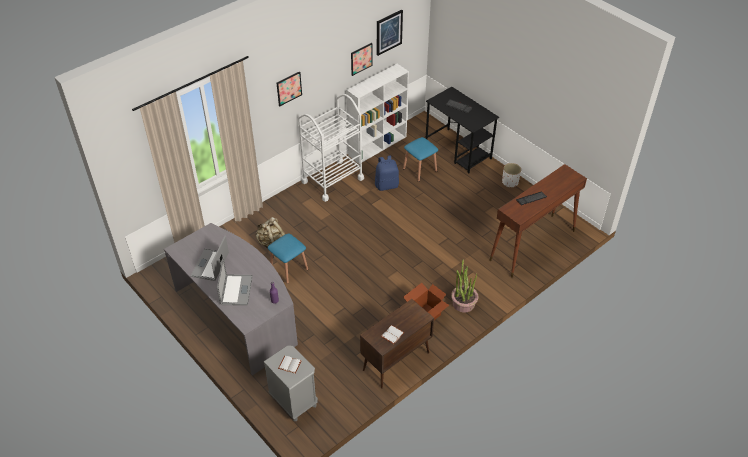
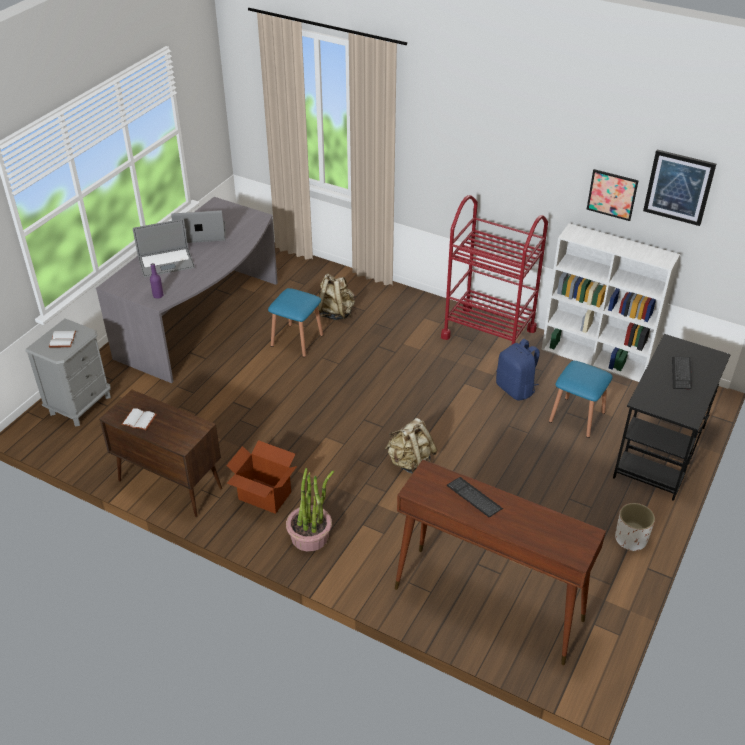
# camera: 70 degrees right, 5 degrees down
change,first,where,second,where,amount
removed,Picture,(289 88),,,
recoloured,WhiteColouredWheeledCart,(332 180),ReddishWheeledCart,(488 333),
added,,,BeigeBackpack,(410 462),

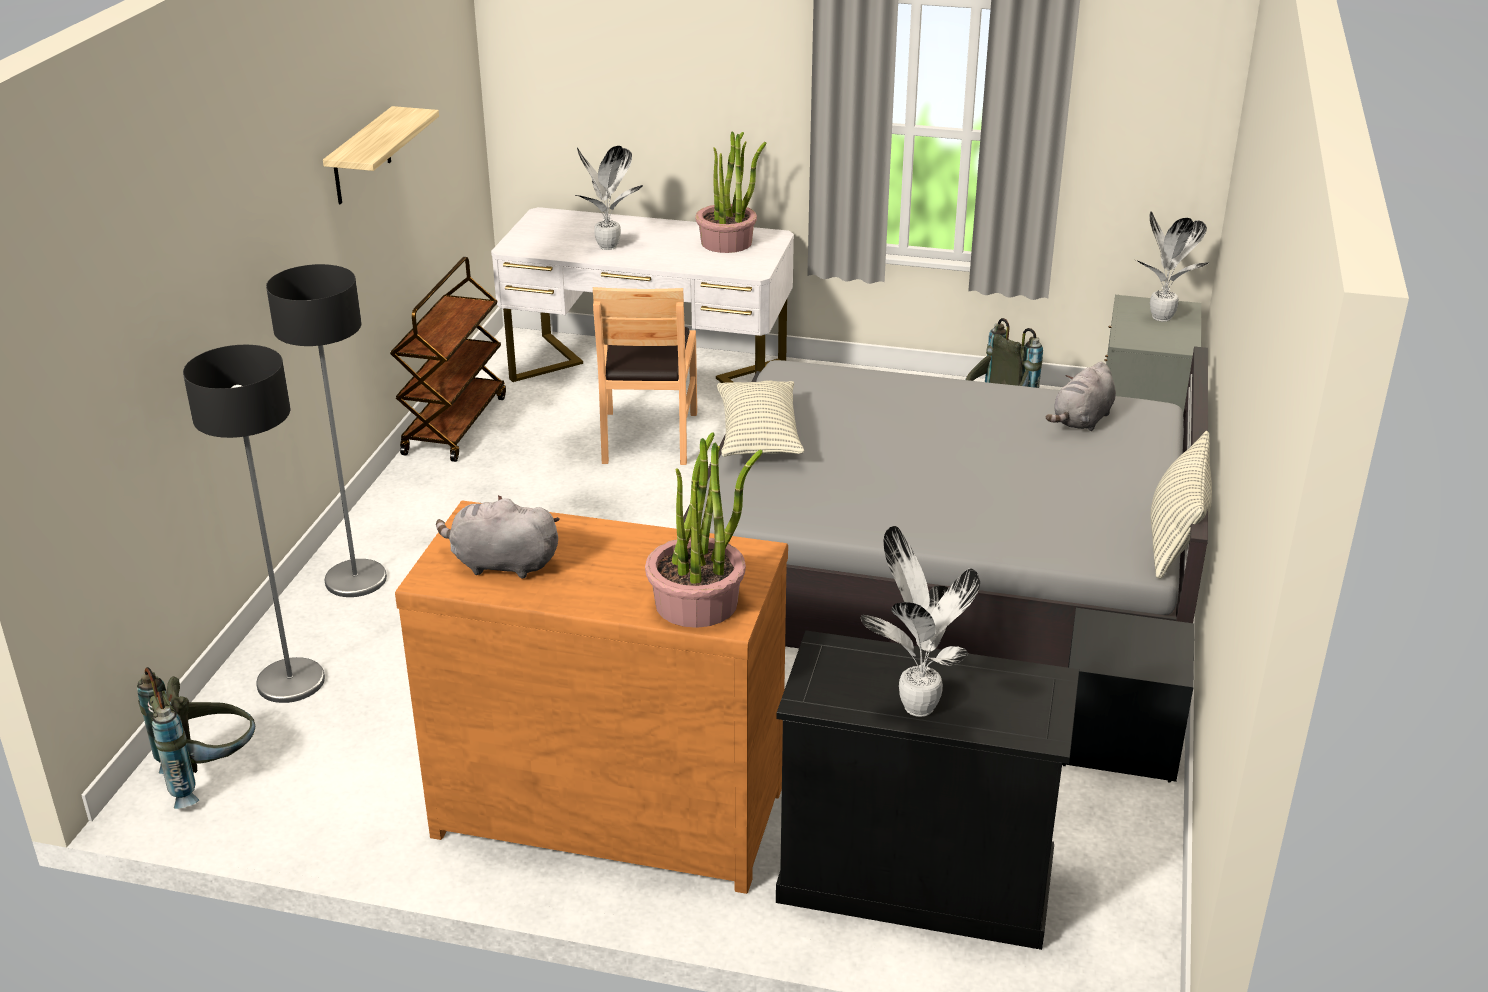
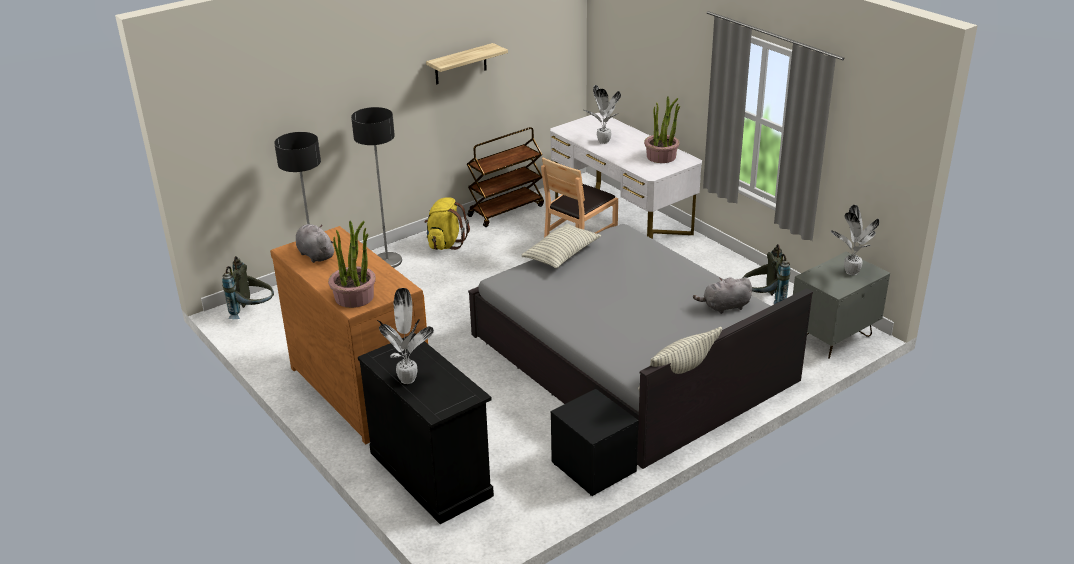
# camera: 40 degrees right, 0 degrees up
change,first,where,second,where,amount
added,,,YellowBackpack,(445 244),

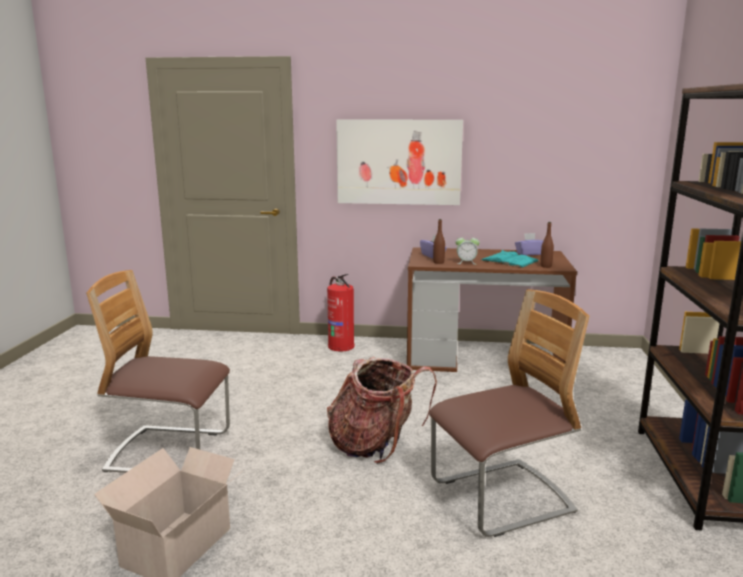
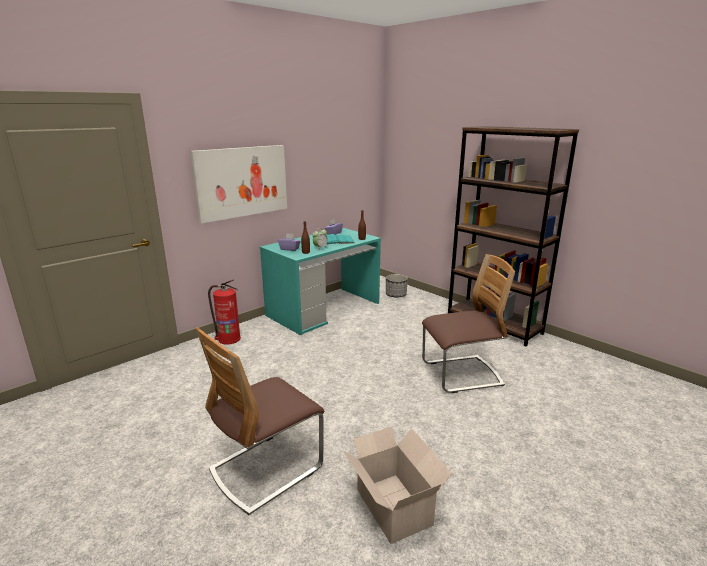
# camera: 50 degrees left, 5 degrees up
change,first,where,second,where,amount
recoloured,BrownDeskTable,(483 356),TurquoiseDeskTable,(323 309),
turned,PlainChair,(501 498),,(461 374),60 degrees clockwise
removed,Backpack,(376 445),,,
added,,,FlowerPot,(396 295),

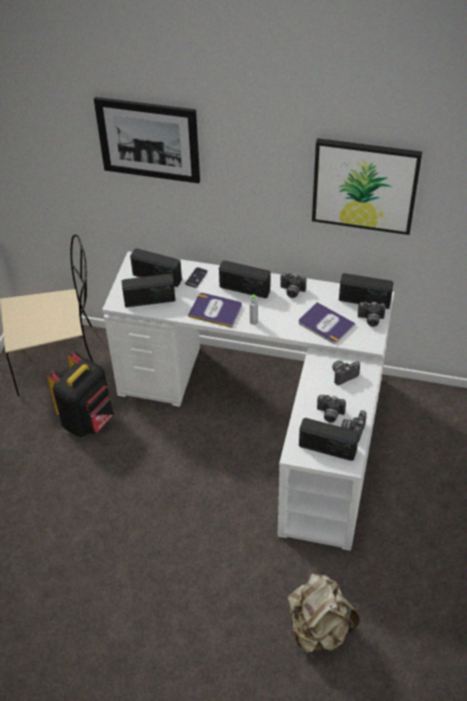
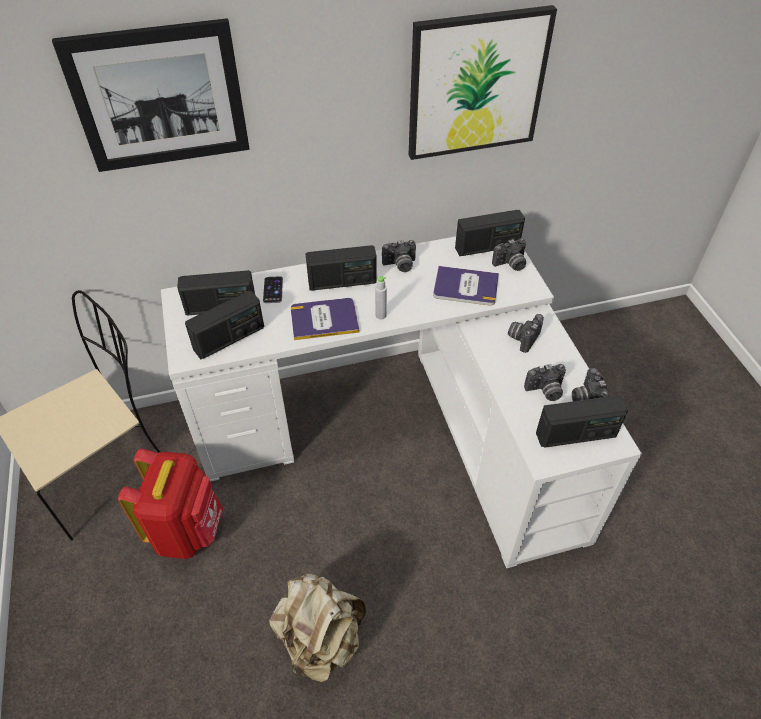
# camera: 30 degrees left, 0 degrees up
change,first,where,second,where,amount
recoloured,BlackColouredBackpack,(88 420),ReddishBackpack,(187 530),
moved,BeigeBackpack,(318 628),,(320 639),

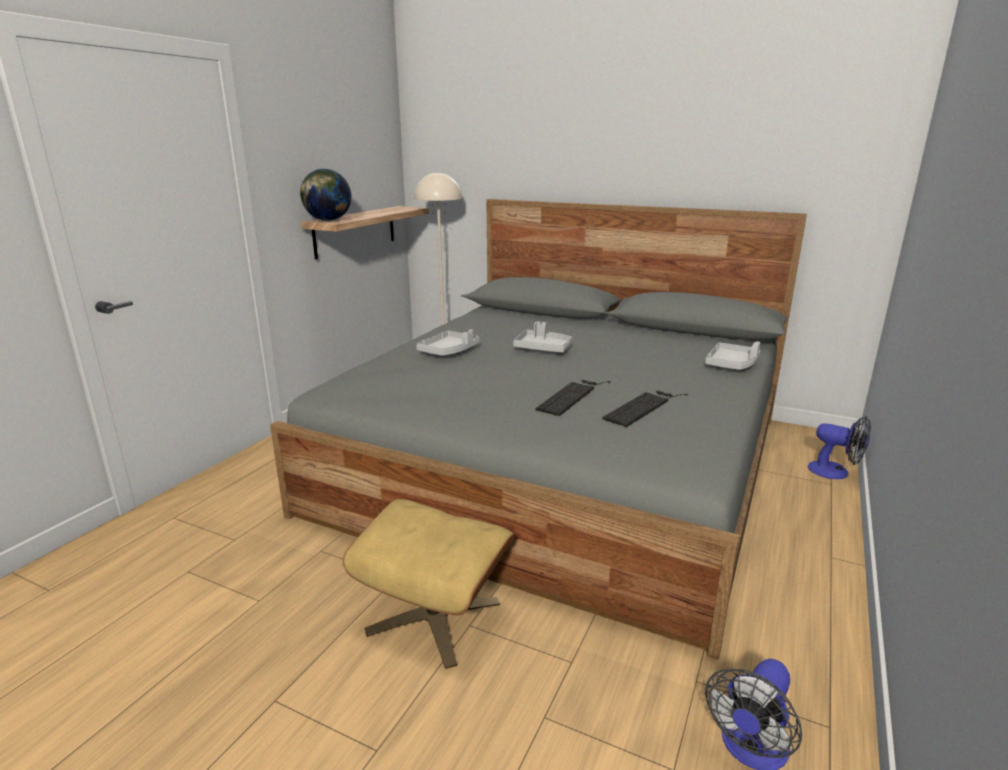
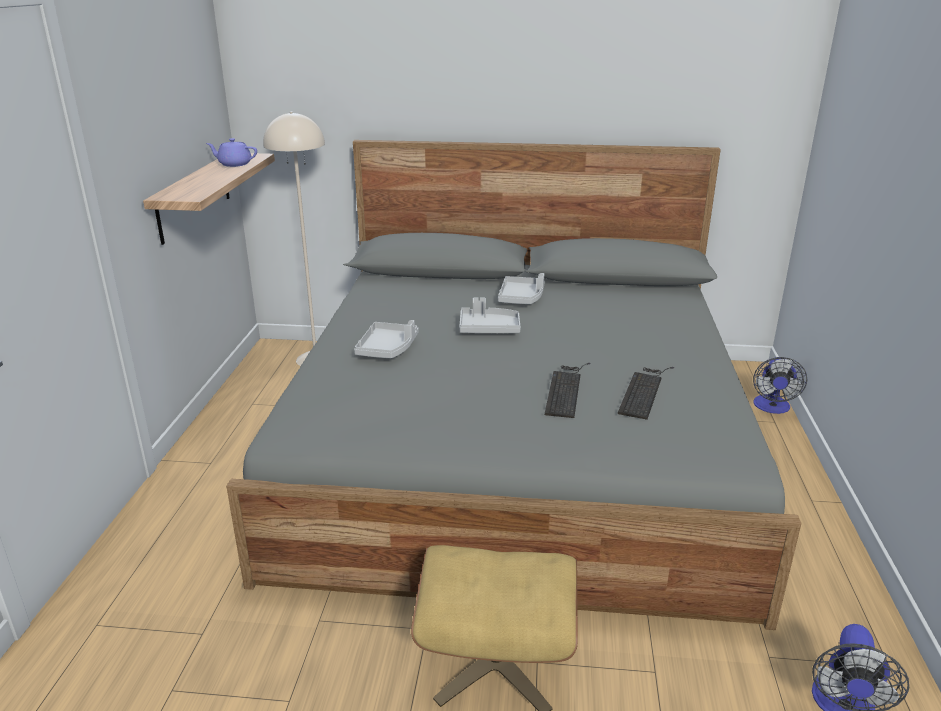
# camera: 20 degrees left, 5 degrees up
change,first,where,second,where,amount
removed,DeskGlobe,(328 220),,,
moved,GrayServingTray,(732 364),,(521 298),
turned,CoolingFan,(835 472),,(772 408),90 degrees clockwise
added,,,PurplePotForTea,(234 164),

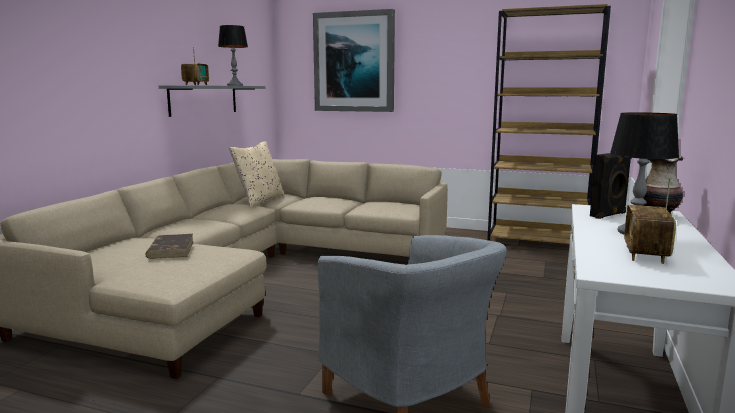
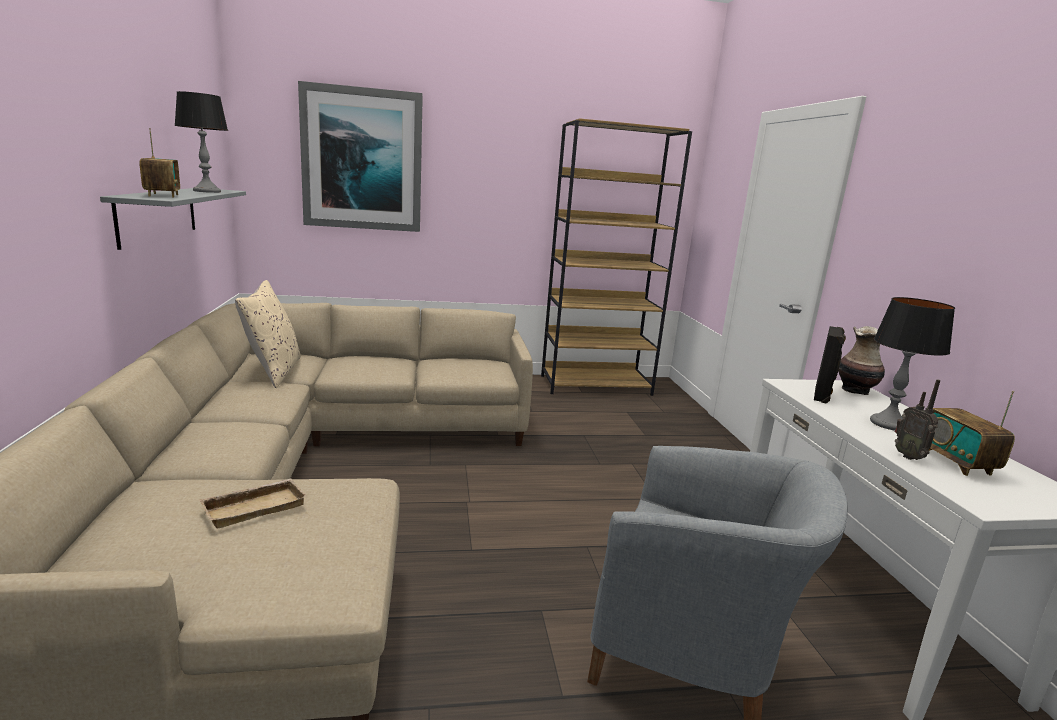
# camera: 30 degrees left, 5 degrees up
change,first,where,second,where,amount
replaced,BrownBoundBook,(171 249),BeigeServingTray,(255 507),
added,,,RadioSet,(909 456),

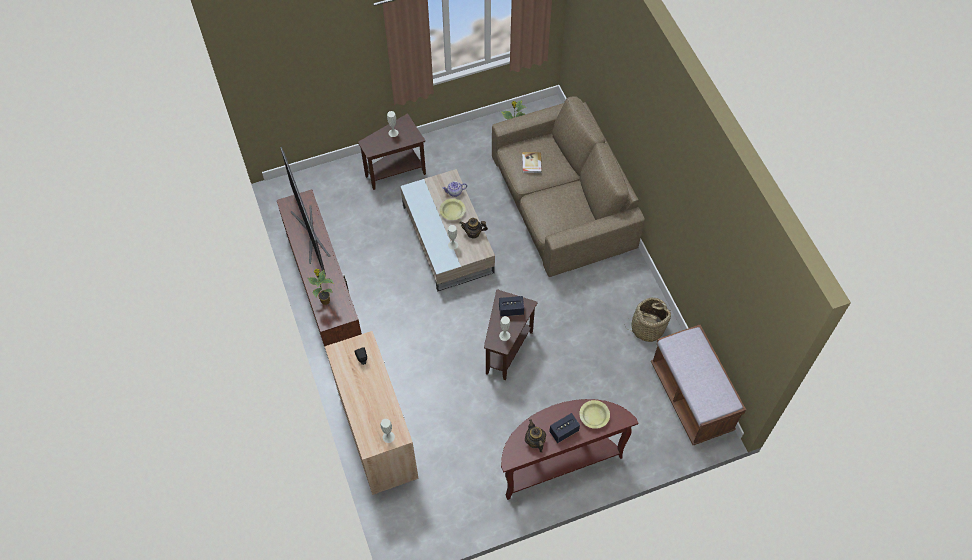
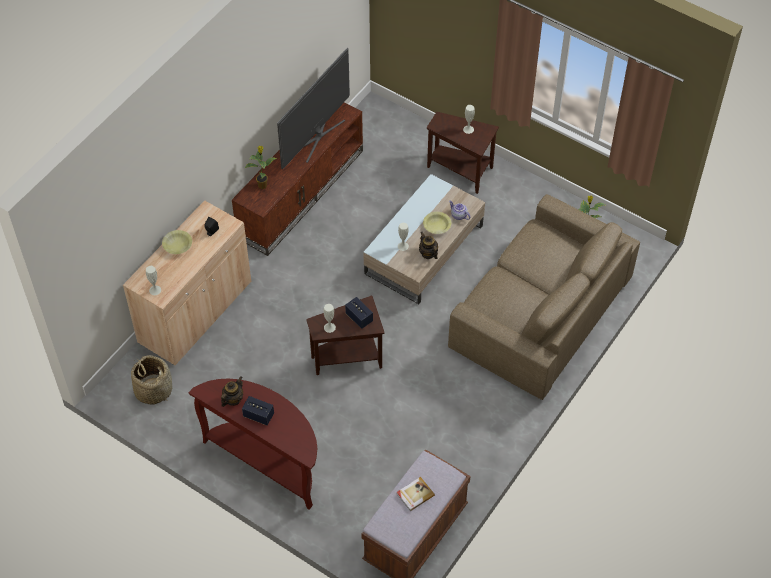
# camera: 55 degrees right, 5 degrees down
change,first,where,second,where,amount
moved,BoundBook,(531 163),,(415 494),
moved,HouseholdBasket,(647 328),,(153 390),
moved,YellowServingBowl,(594 416),,(177 245),

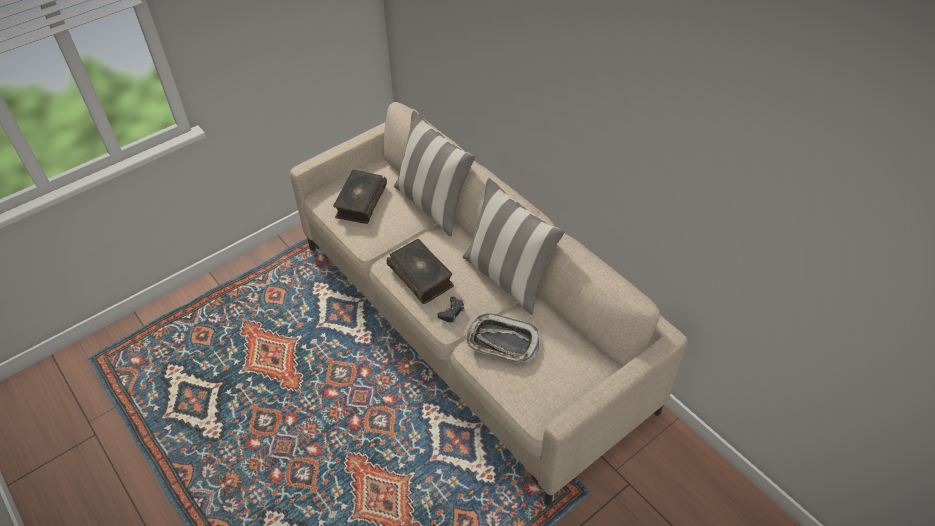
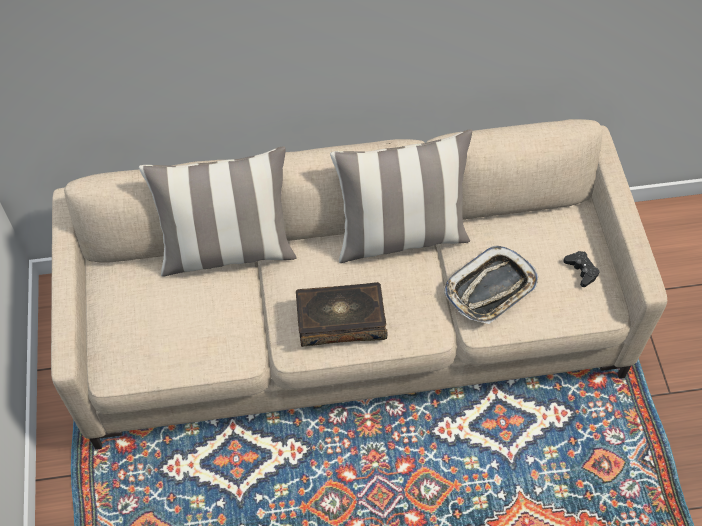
# camera: 60 degrees left, 10 degrees up
change,first,where,second,where,amount
removed,BoundBook,(360 202),,,
moved,BlackColouredJoypad,(452 312),,(581 270),

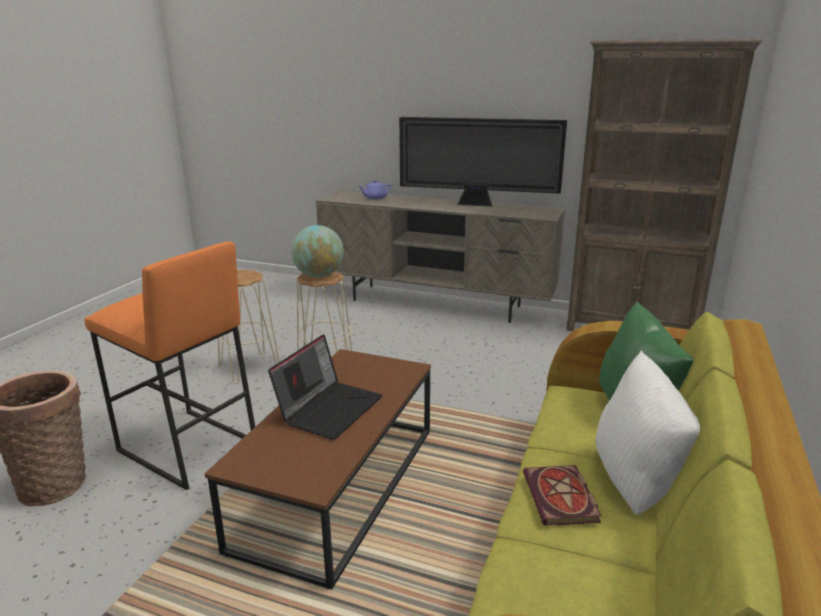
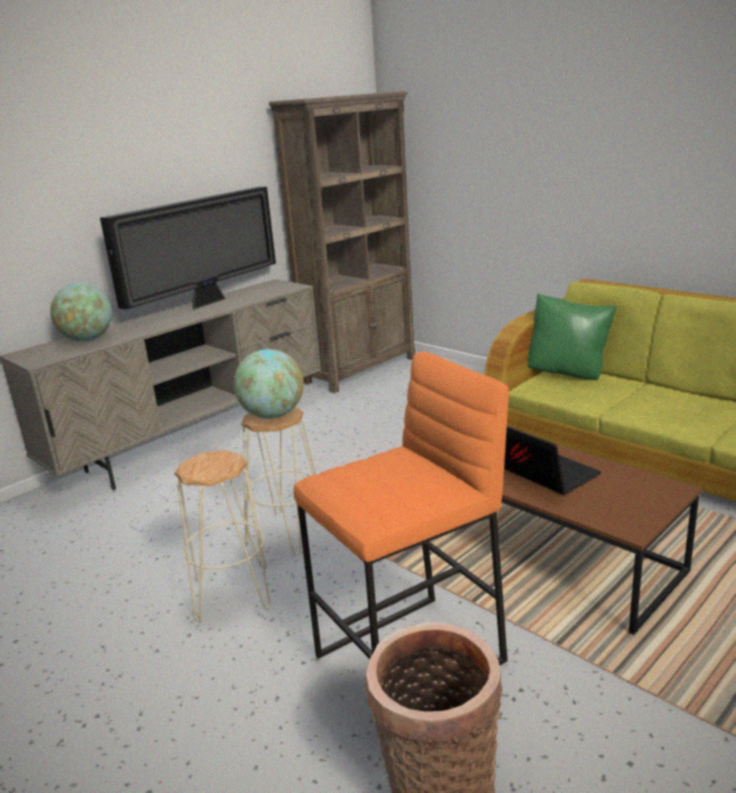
# camera: 65 degrees left, 0 degrees up
change,first,where,second,where,amount
replaced,PurplePotForTea,(375 198),DeskGlobe,(88 339),
removed,WhiteColouredCushion,(638 484),,,
removed,BoundBook,(562 499),,,

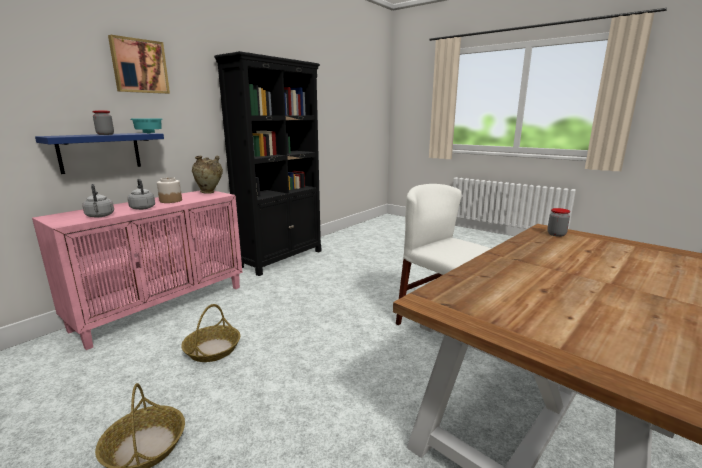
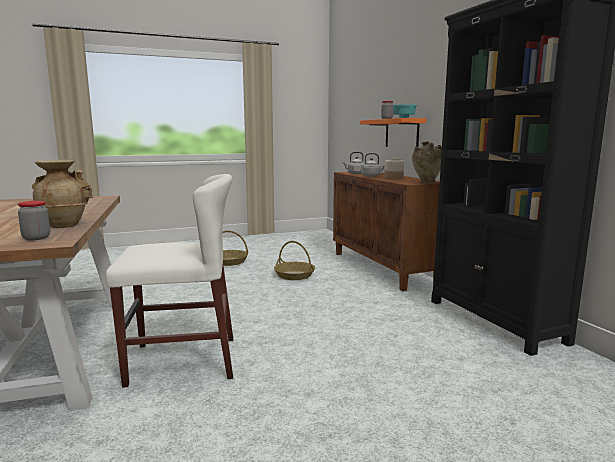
# camera: 120 degrees right, 5 degrees down
change,first,where,second,where,amount
removed,Picture,(139 66),,,
recoloured,BlueColouredShelf,(100 152),OrangeyShelf,(401 133),
recoloured,PinkColouredCupboard,(163 306),BrownCupboard,(383 268),
added,,,BeigeVase,(64 225),

